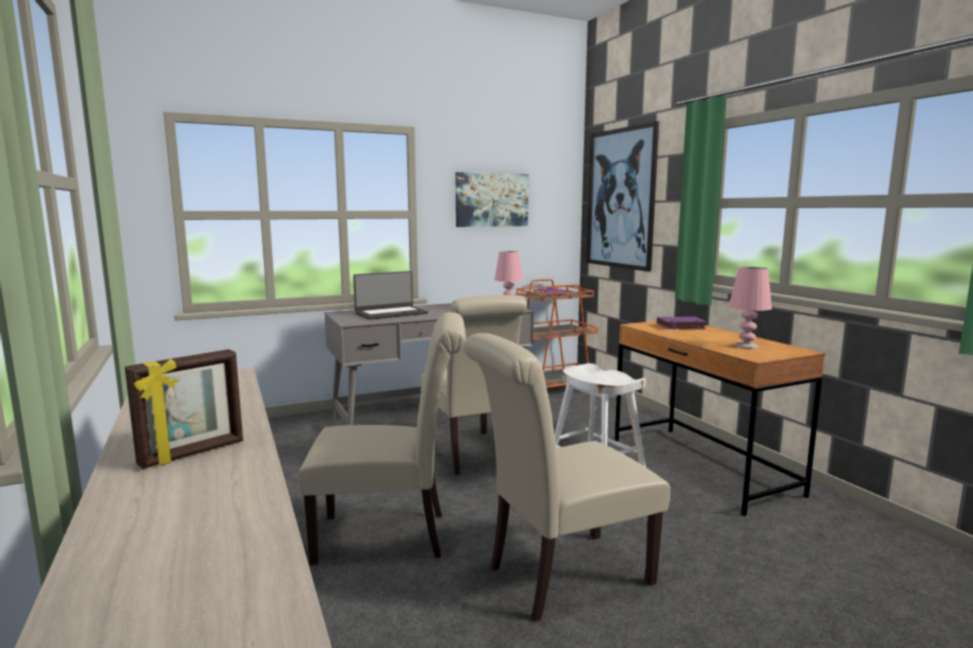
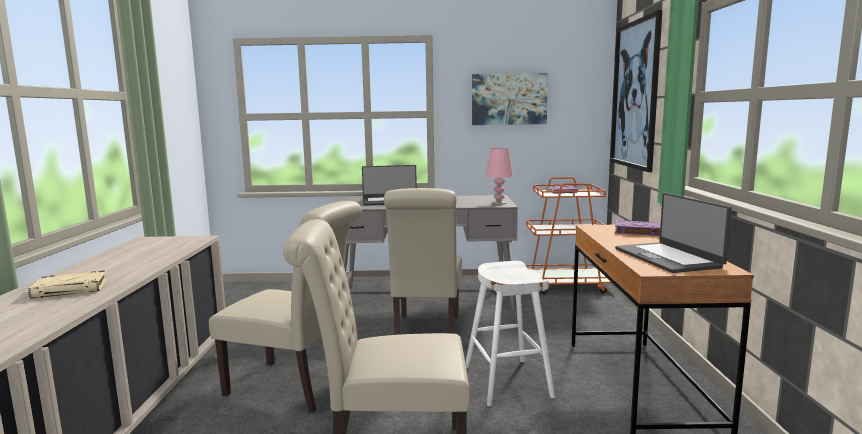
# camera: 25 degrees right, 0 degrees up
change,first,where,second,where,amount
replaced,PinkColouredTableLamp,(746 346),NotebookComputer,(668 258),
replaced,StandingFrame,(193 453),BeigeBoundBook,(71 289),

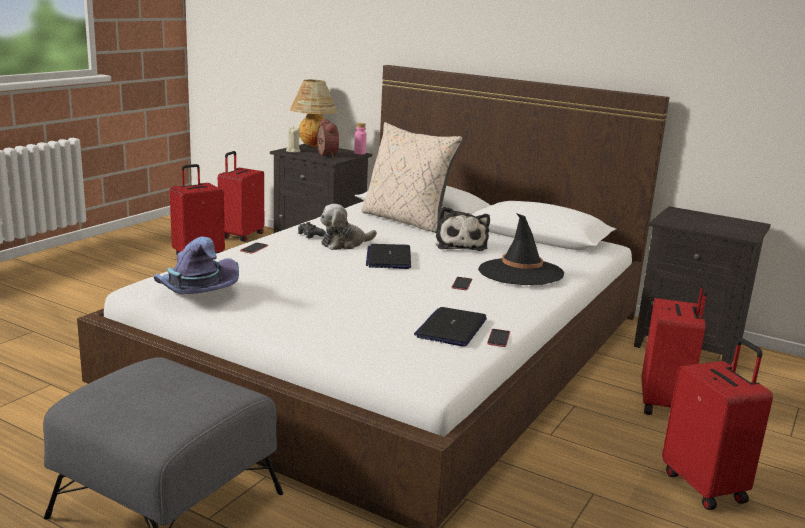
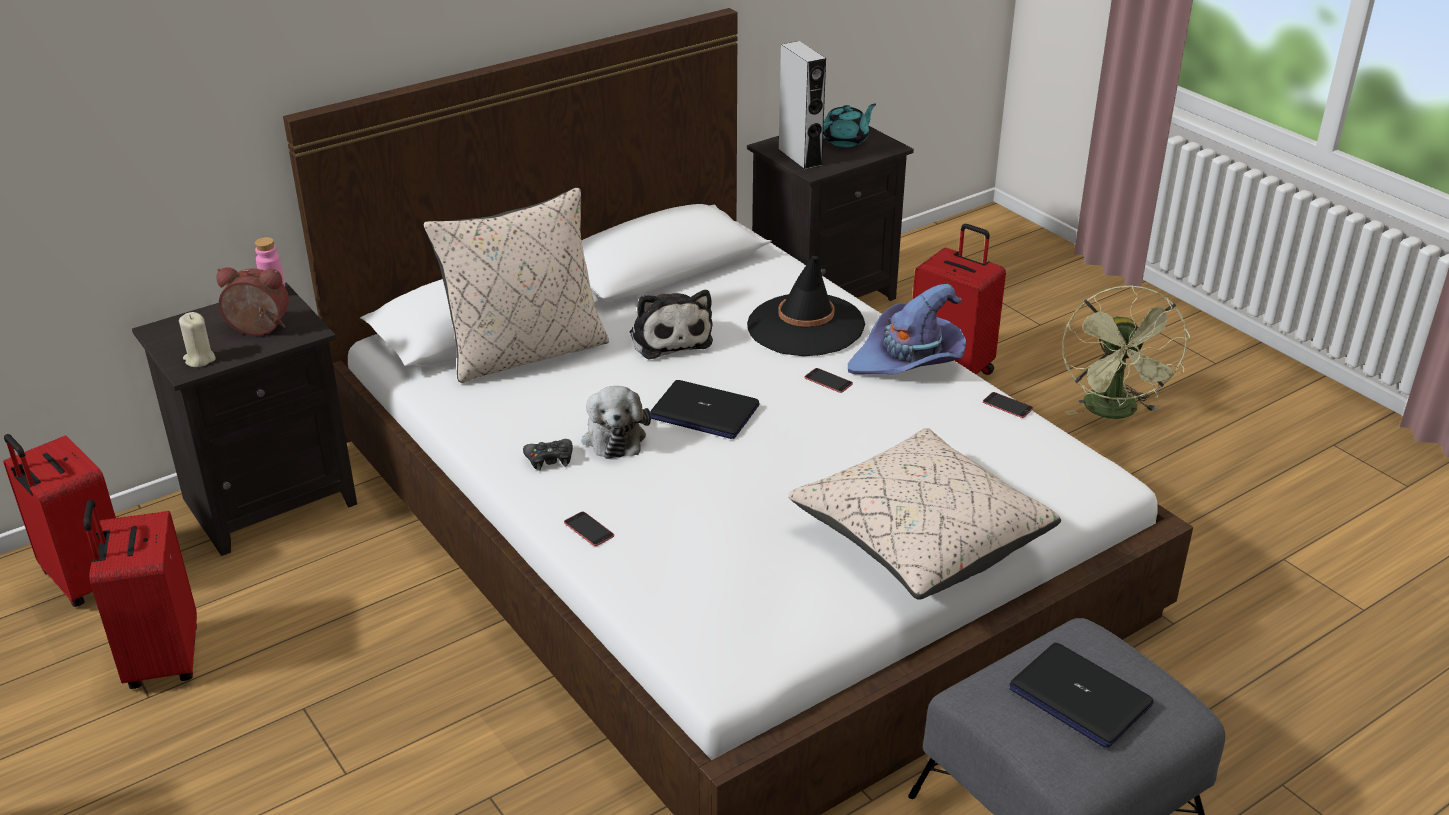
# camera: 65 degrees left, 15 degrees up
change,first,where,second,where,amount
removed,TableLamp,(312 146),,,
turned,PlushToy,(461 244),,(669 337),45 degrees clockwise
moved,PurpleWearableHat,(194 292),,(909 360),
moved,NotebookComputer,(451 328),,(1079 697),
replaced,ReddishTravelCase,(705 486),GreenCoolingFan,(1114 412),
added,,,GraySpeaker,(800 157),
added,,,TurquoisePotForTea,(845 140),
added,,,BeigeCushion,(920 539),

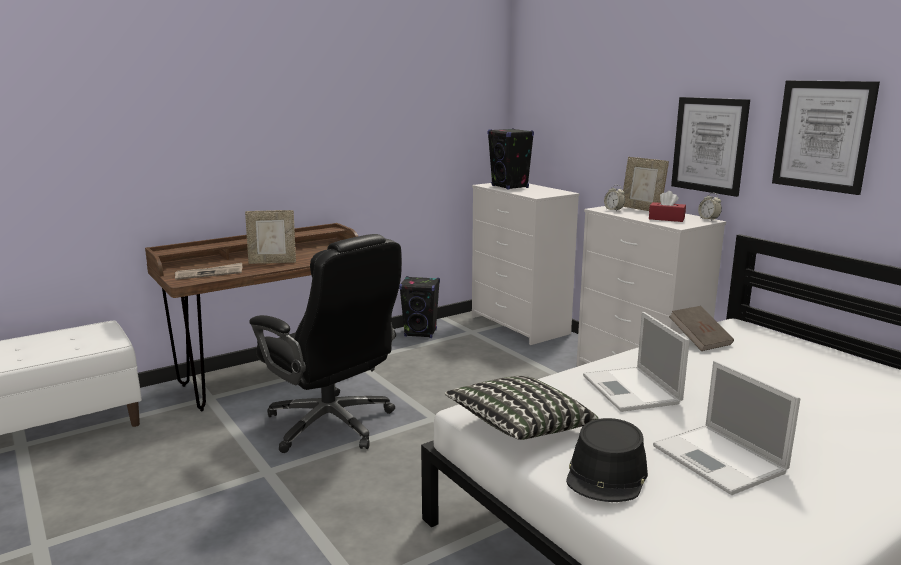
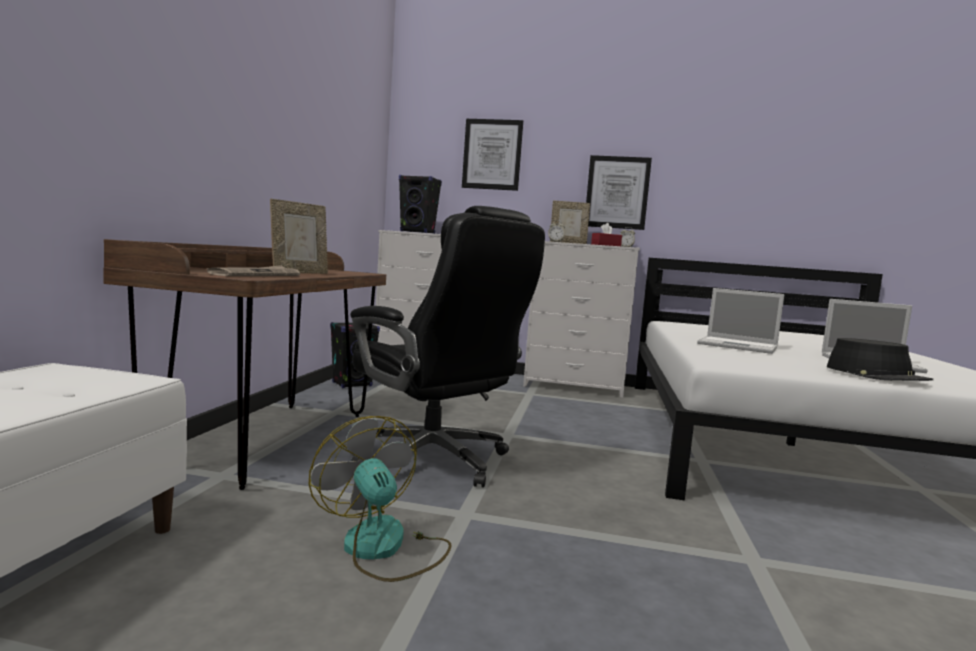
# camera: 45 degrees left, 10 degrees down
change,first,where,second,where,amount
moved,Picture,(823 135),,(492 154),
turned,BlackColouredOfficeChair,(332 425),,(434 460),45 degrees clockwise
removed,BrownBoundBook,(700 340),,,
removed,Cushion,(519 428),,,
added,,,CoolingFan,(383 548),

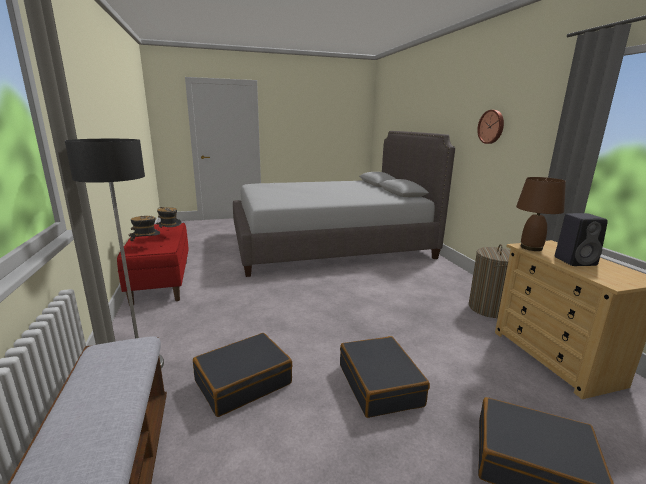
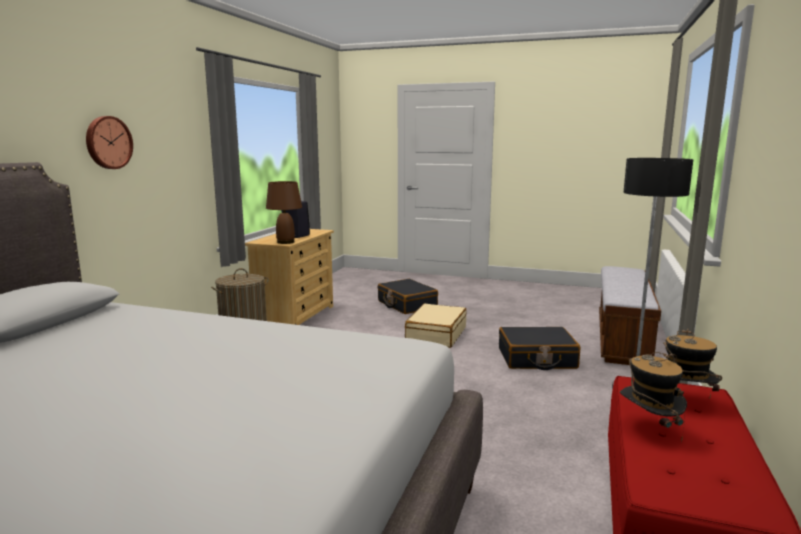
# camera: 145 degrees left, 5 degrees down
change,first,where,second,where,amount
recoloured,BlackColouredTravelCase,(380 385),BeigeTravelCase,(435 335),

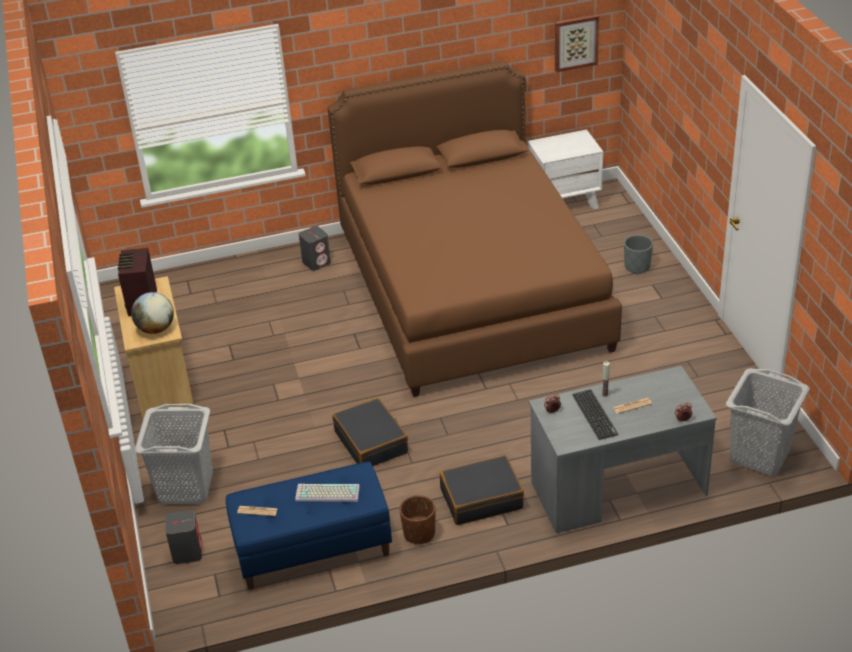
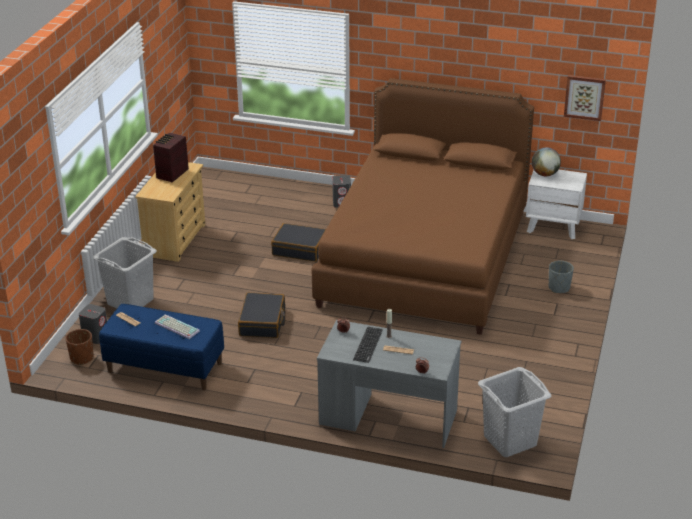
# camera: 30 degrees right, 5 degrees down
change,first,where,second,where,amount
moved,DeskGlobe,(156 329),,(545 174),
moved,BlackColouredTravelCase,(481 498),,(299 249),
moved,BrownFlowerPot,(419 533),,(81 358),

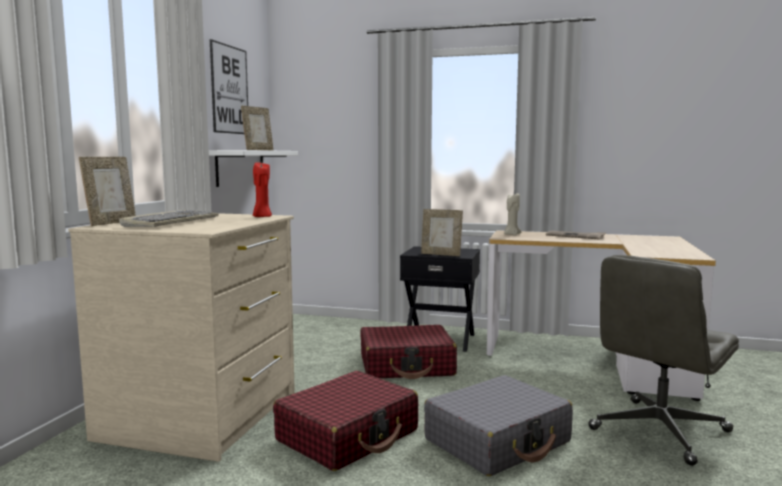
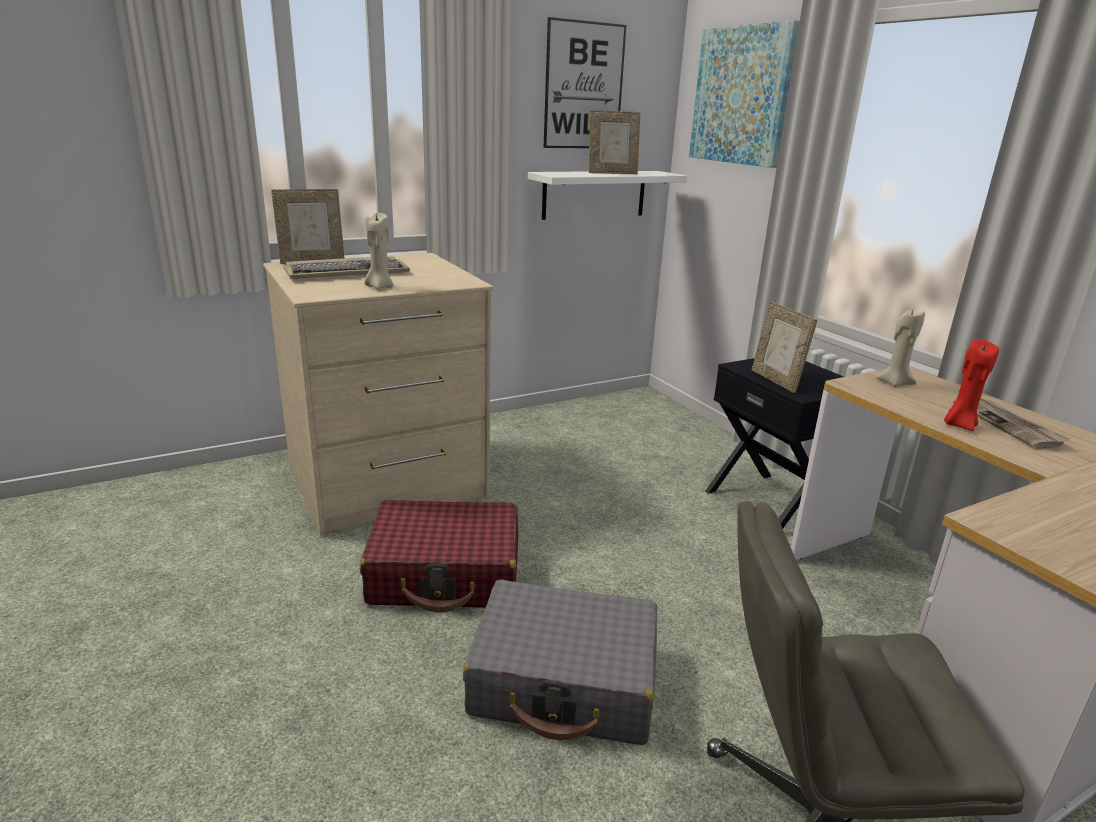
# camera: 45 degrees right, 15 degrees up
change,first,where,second,where,amount
moved,ReddishWaxCandle,(262 217),,(959 425),
removed,ReddishTravelCase,(407 366),,,
added,,,Picture,(742 96),
added,,,BeigeWaxCandle,(379 287),

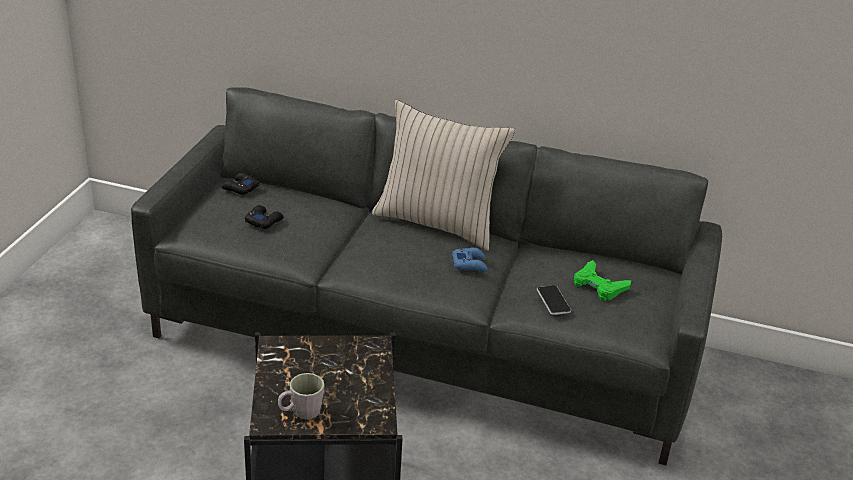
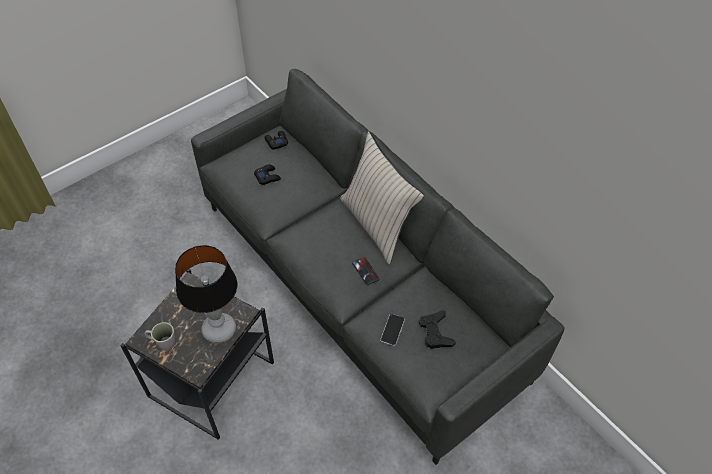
# camera: 35 degrees right, 20 degrees up
change,first,where,second,where,amount
replaced,BlueColouredJoypad,(469 264),Handset,(365 271),
recoloured,GreenJoypad,(599 286),BlackColouredJoypad,(435 332),
added,,,TableLamp,(220 329),

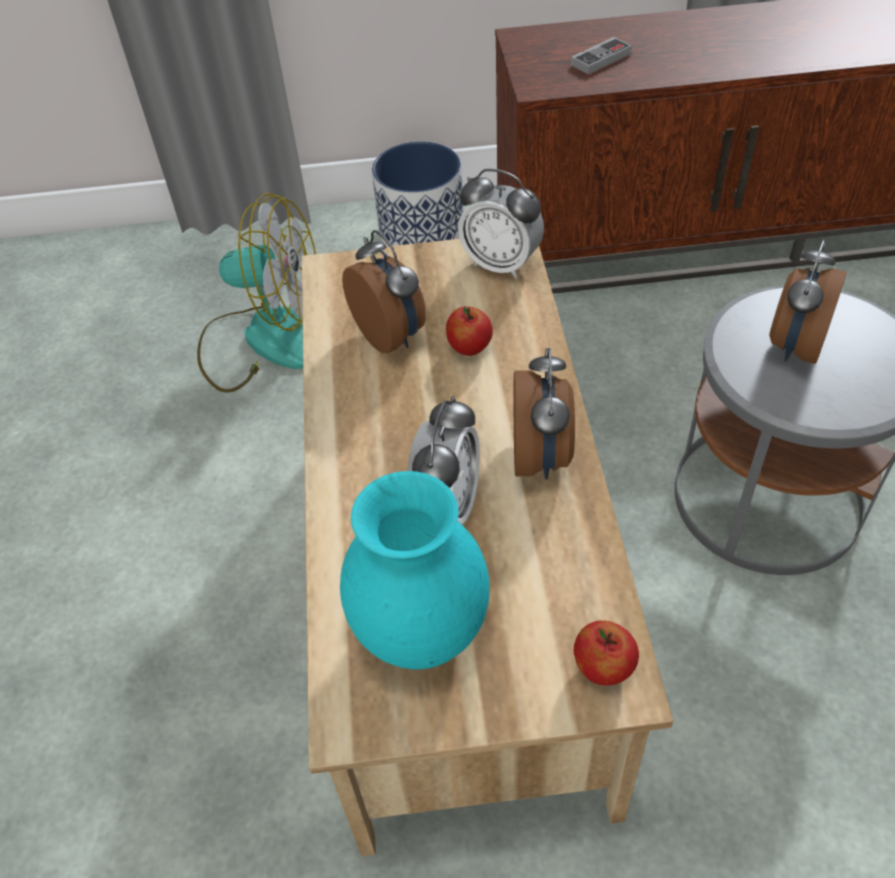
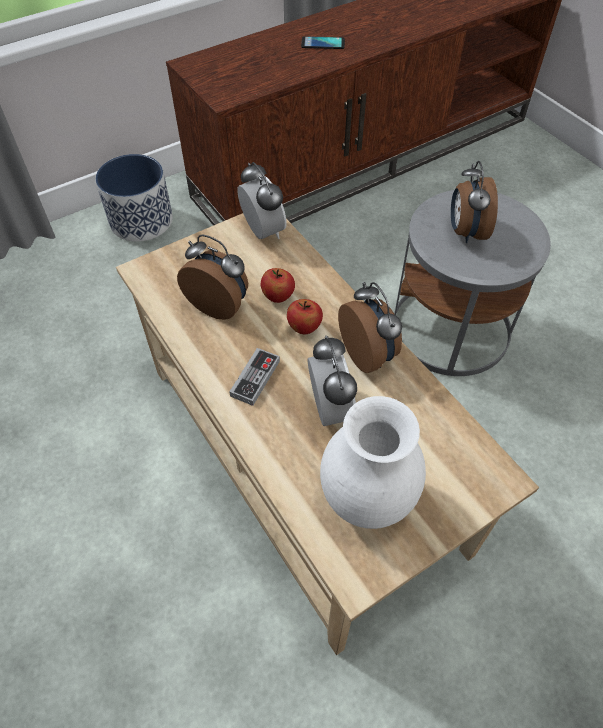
# camera: 30 degrees left, 5 degrees up
change,first,where,second,where,amount
moved,Joypad,(601 59),,(255 378),
turned,TableClock,(501 264),,(263 231),120 degrees counterclockwise
removed,CoolingFan,(264 340),,,
recoloured,TurquoiseVase,(419 636),WhiteColouredVase,(366 501),
moved,AppleFruit,(603 668),,(304 327),
added,,,Handset,(323 43),

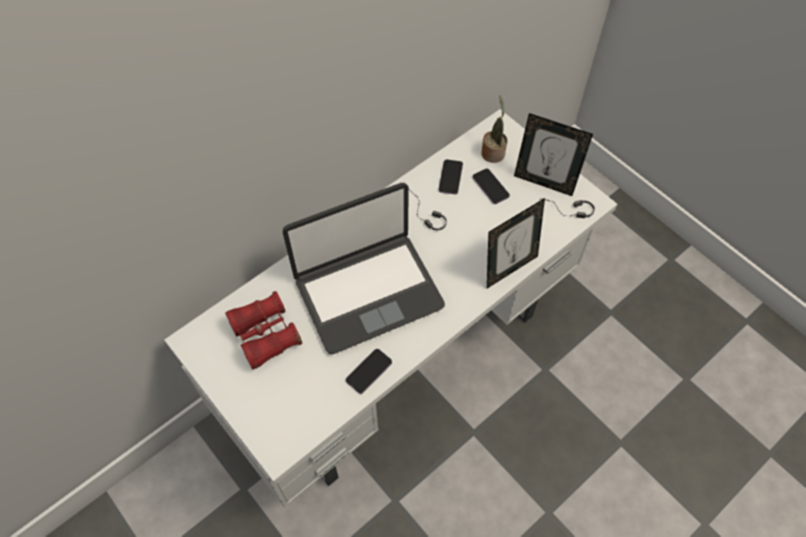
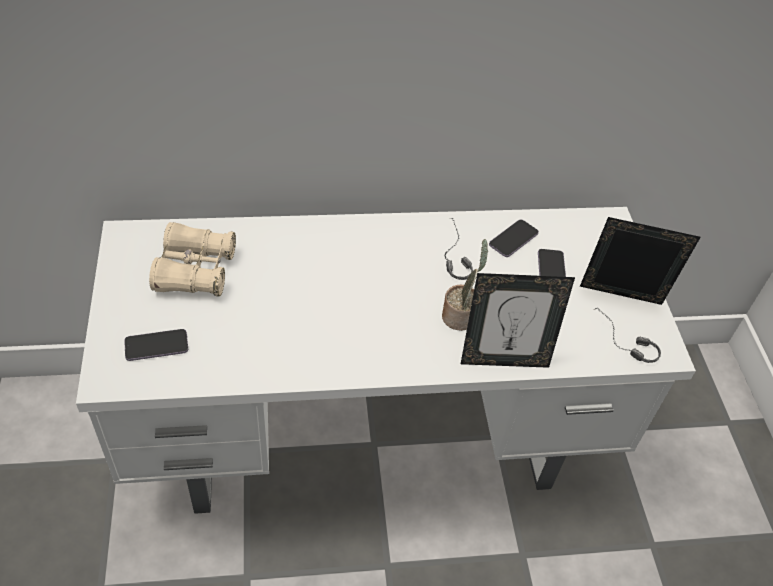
# camera: 30 degrees right, 10 degrees down
change,first,where,second,where,amount
moved,PlantInAPot,(493 152),,(460 315),
turned,StandingFrame,(544 182),,(620 300),135 degrees clockwise
removed,NotebookComputer,(368 292),,,
recoloured,ReddishFieldGlasses,(265 335),BeigeFieldGlasses,(195 271),
moved,Handset,(369 371),,(156 346),

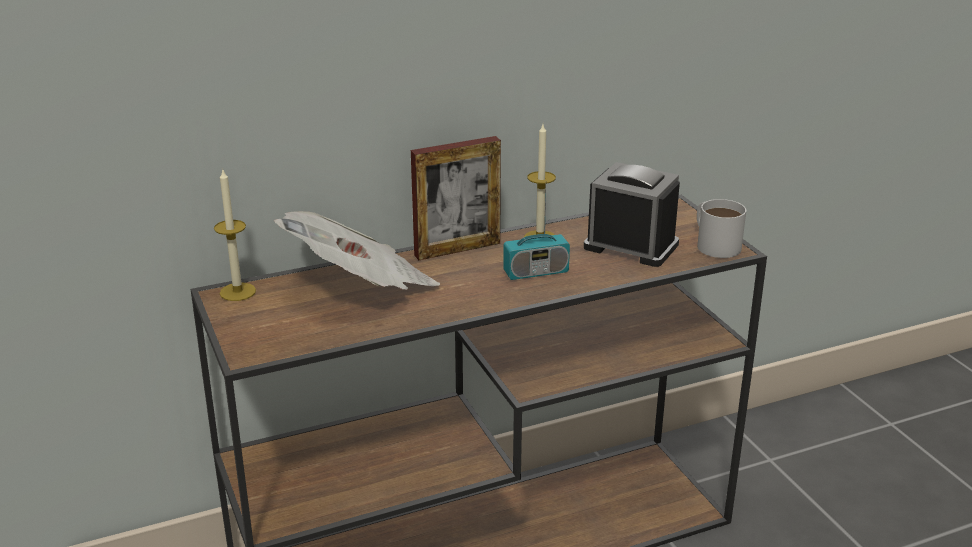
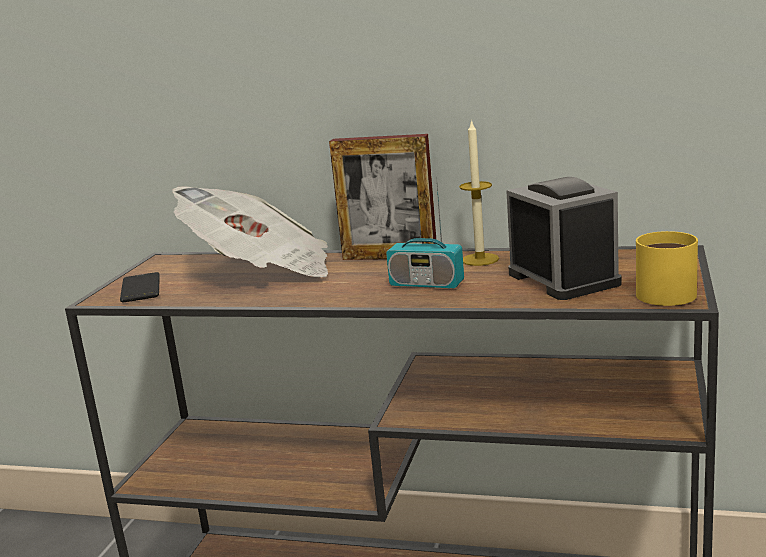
# camera: 40 degrees right, 10 degrees down
change,first,where,second,where,amount
removed,WaxCandle,(237 292),,,
recoloured,WhiteColouredMug,(714 243),YellowMug,(665 290),
added,,,Handset,(140 288),

